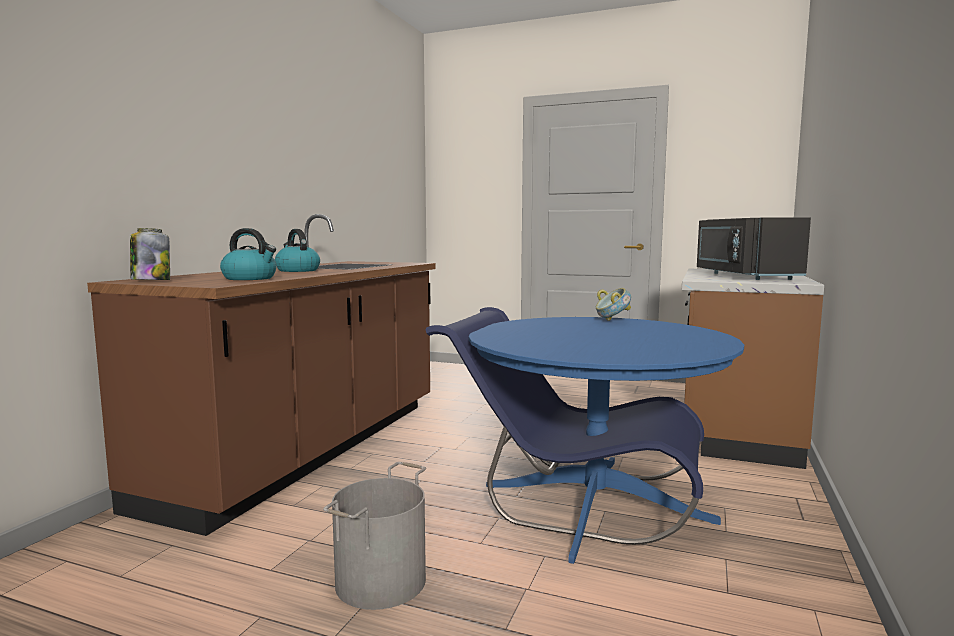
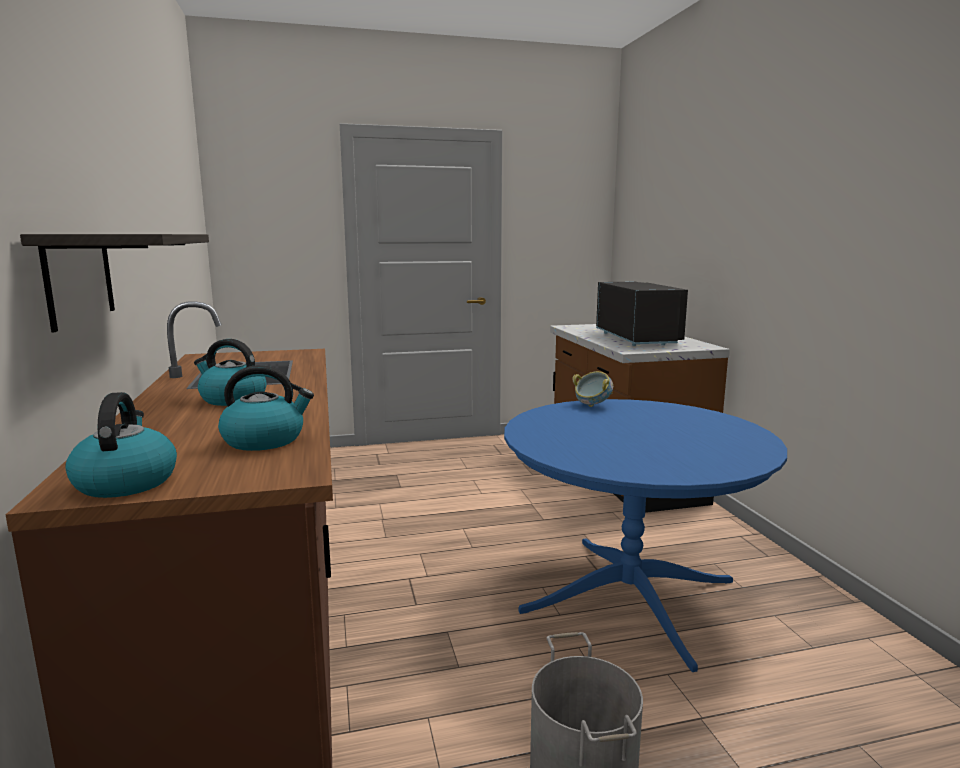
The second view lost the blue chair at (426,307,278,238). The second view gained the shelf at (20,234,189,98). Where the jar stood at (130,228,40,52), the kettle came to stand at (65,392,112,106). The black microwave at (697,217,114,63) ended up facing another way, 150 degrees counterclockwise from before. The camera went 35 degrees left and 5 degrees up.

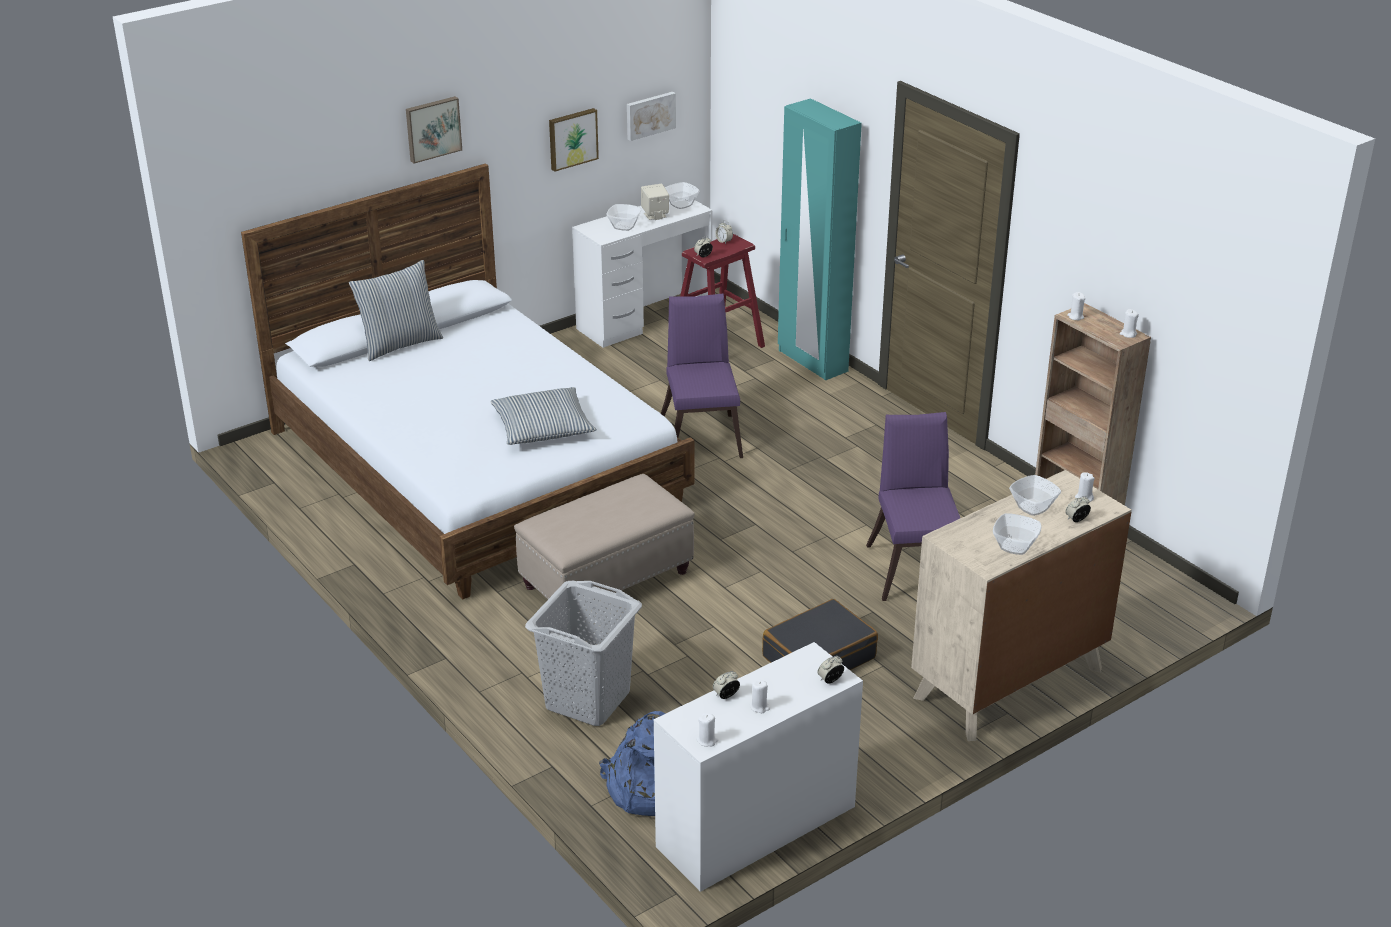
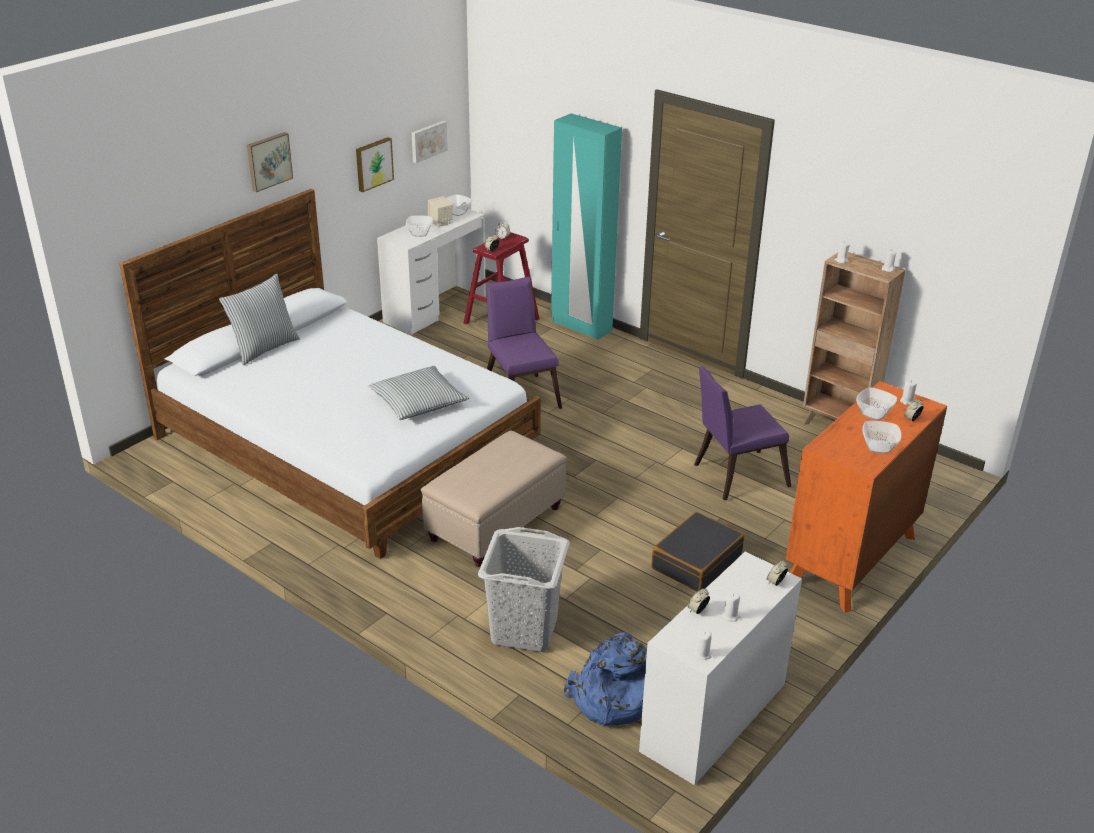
What was the beige dresser at (911,470,221,271) turned into the orange dresser at (786,381,161,232). The purple chair at (866,412,94,189) ended up facing another way, 90 degrees counterclockwise from before. The camera went 15 degrees left and 0 degrees up.

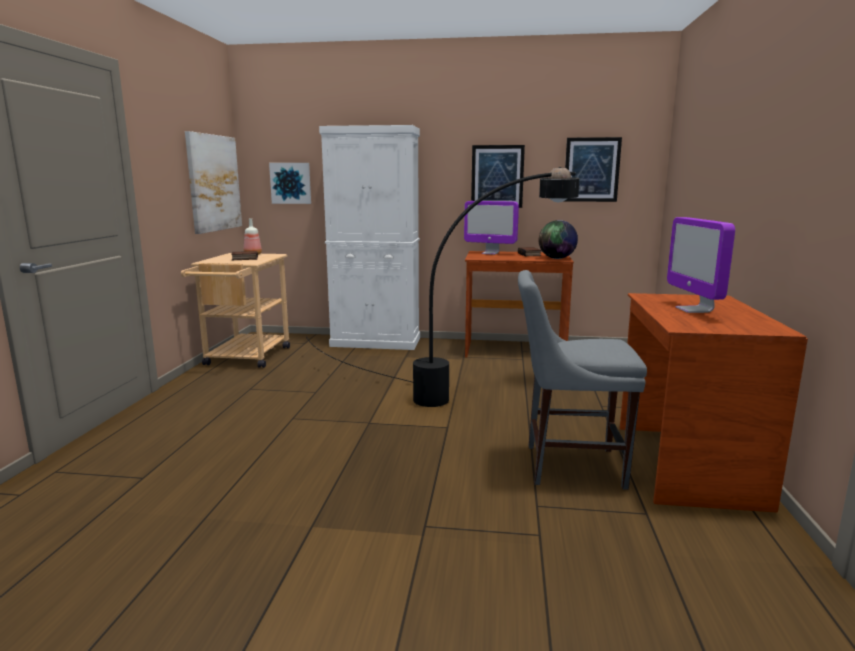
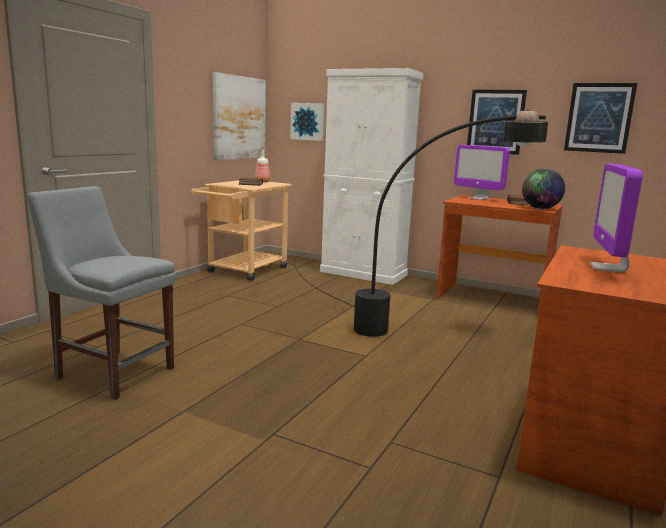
The grey chair ended up elsewhere, having gone from (518,270,129,220) to (28,186,148,214). The camera went 20 degrees right and 0 degrees up.

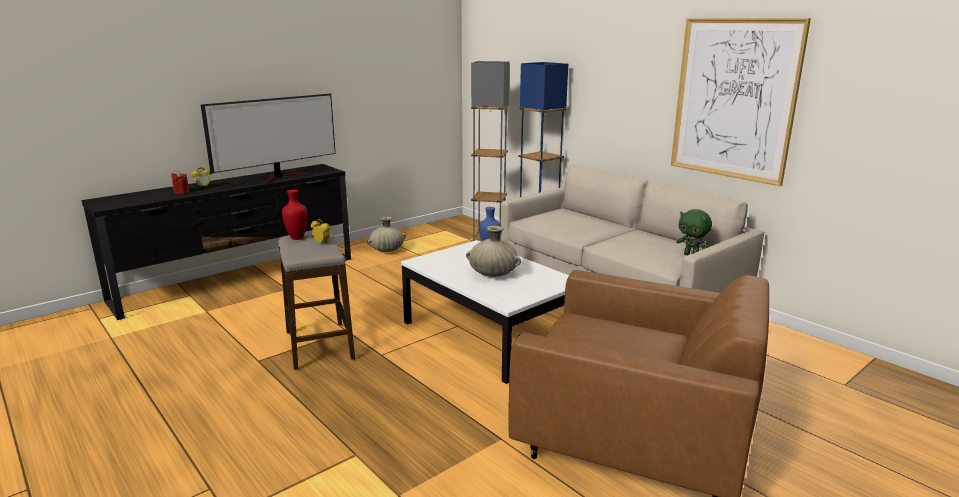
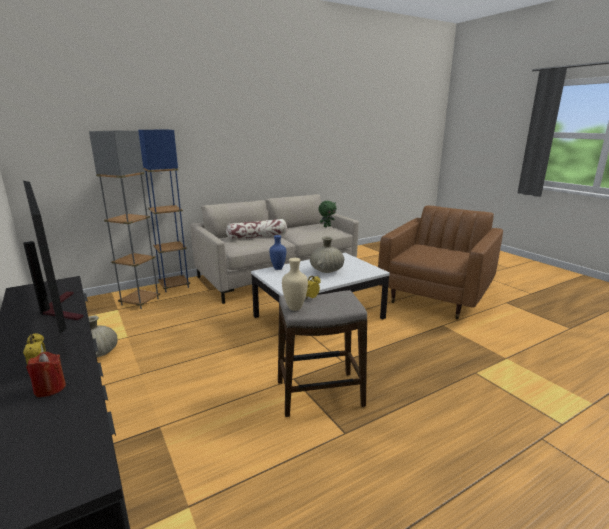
The second view lost the picture at (671,18,140,168). The second view gained the pillow at (226,219,61,21). What was the red vase at (282,189,26,51) turned into the beige vase at (282,258,26,53). The camera went 80 degrees left and 0 degrees up.

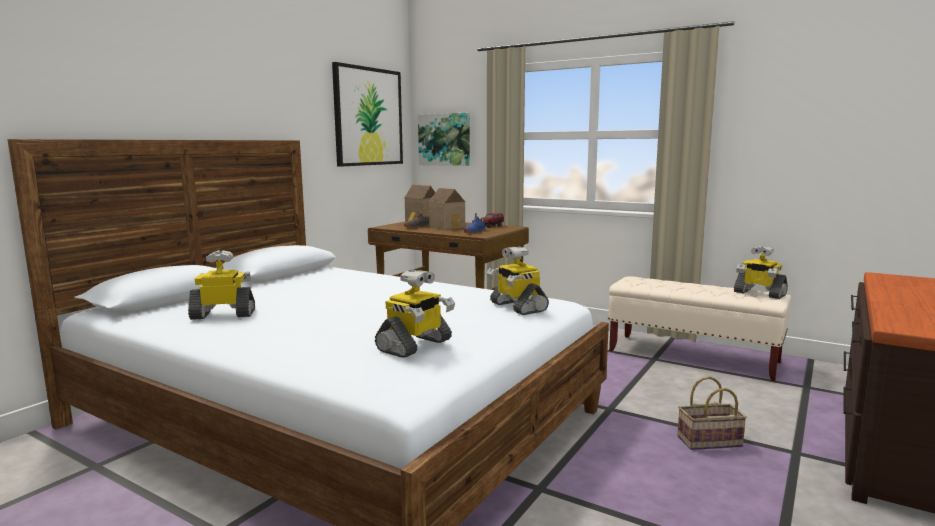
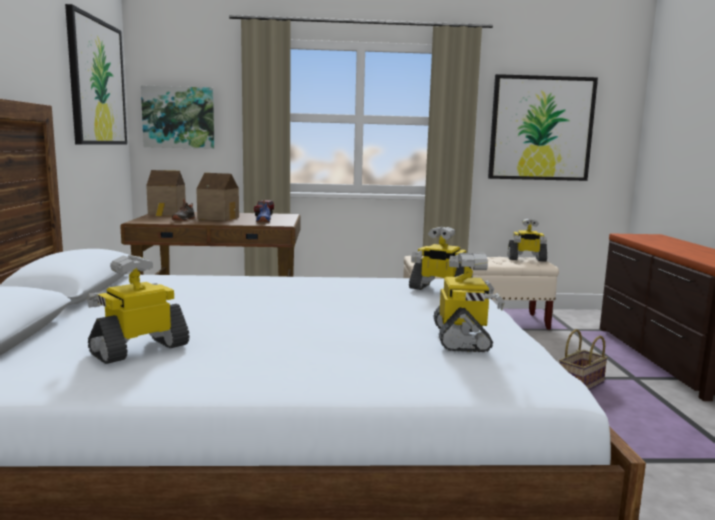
The second view gained the picture at (488,74,110,107). The camera went 35 degrees left and 0 degrees up.

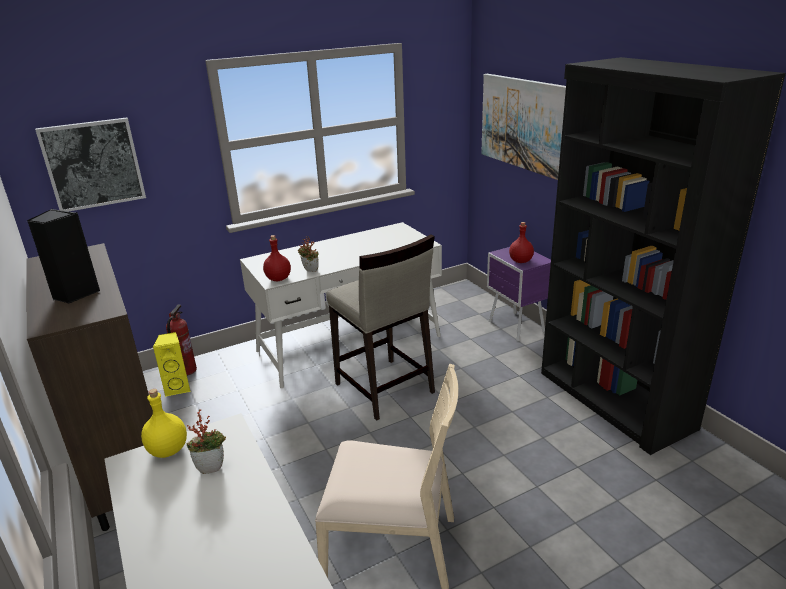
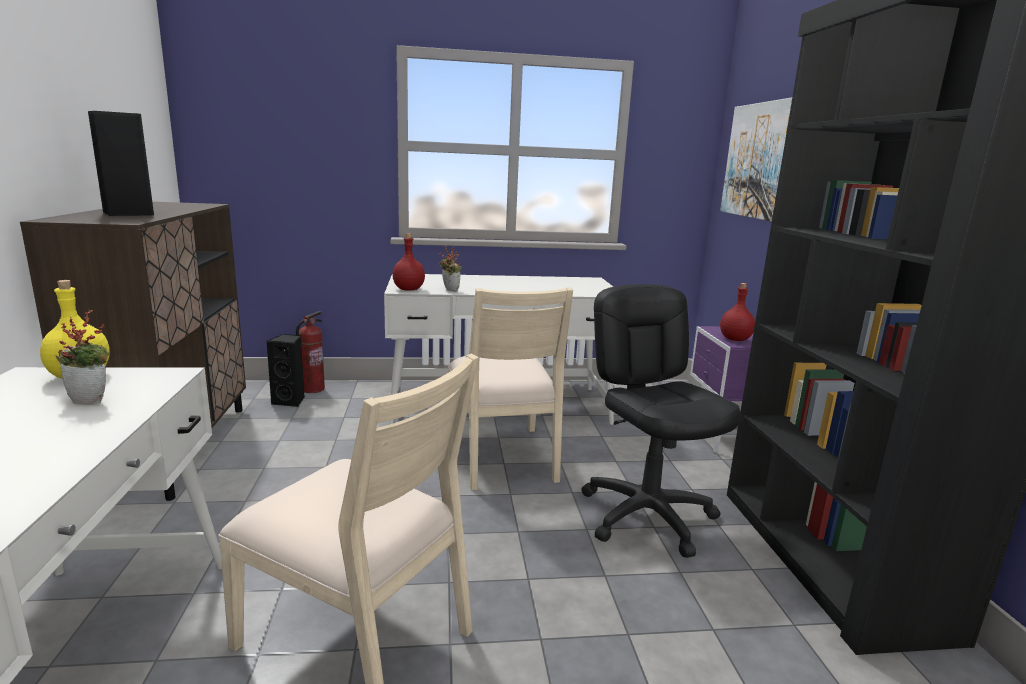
The second view lost the picture at (35,117,111,95). The second view gained the black office chair at (581,284,160,274). Where the beige stool stood at (327,234,108,187), the beige chair came to stand at (448,287,125,203). What was the yellow speaker at (153,332,38,65) turned into the black speaker at (266,334,38,73). The camera went 20 degrees right and 10 degrees down.

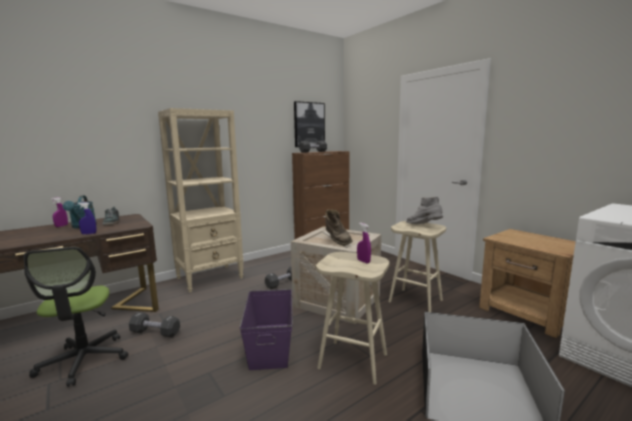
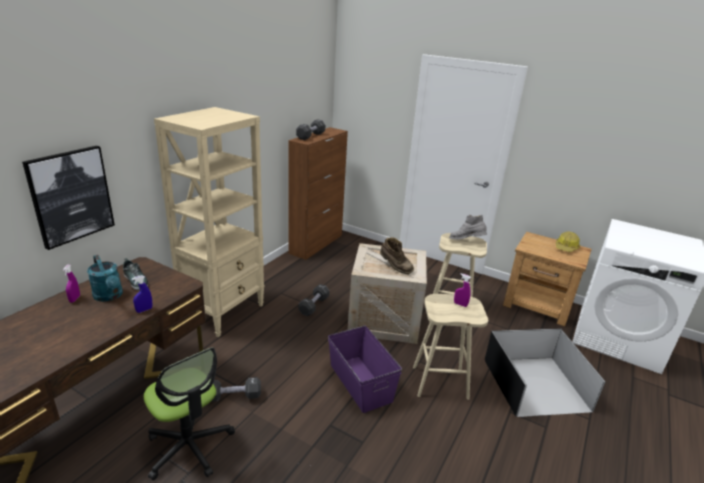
The second view gained the hard hat at (556,232,24,20). The picture ended up elsewhere, having gone from (294,101,31,46) to (22,146,93,104). The camera went 25 degrees left and 15 degrees up.

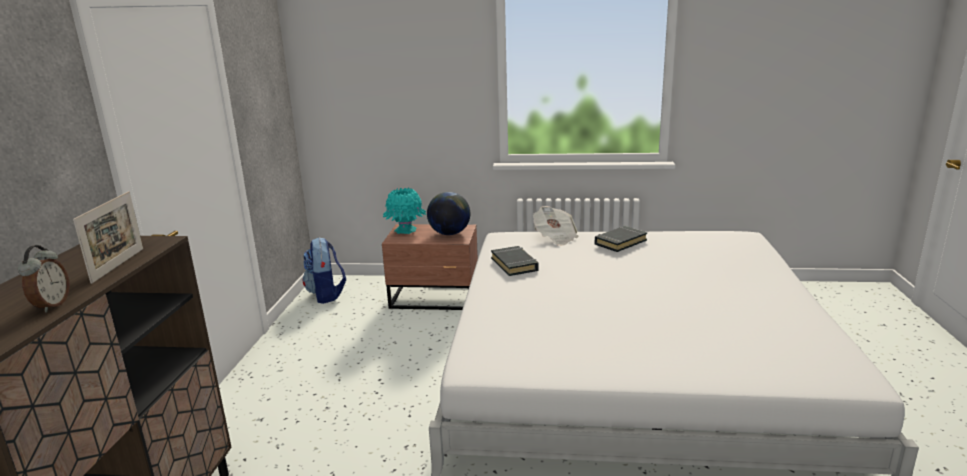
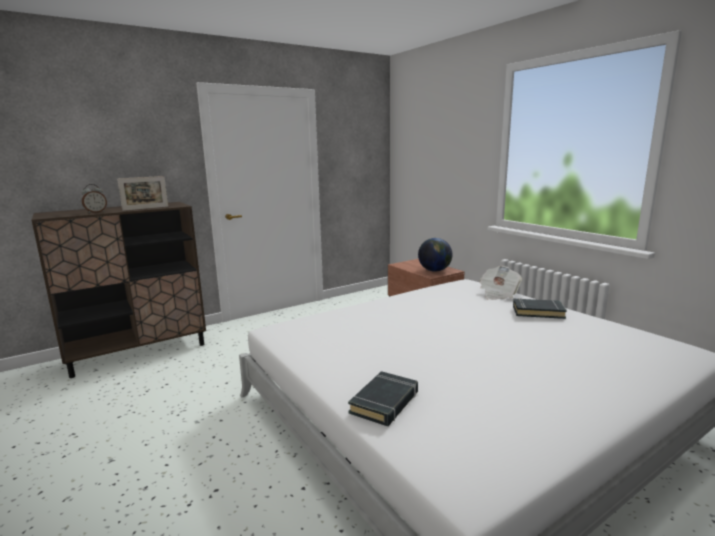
The second view lost the backpack at (303,237,43,67). The second view lost the turquoise vase at (383,188,43,46). The black book ended up elsewhere, having gone from (491,246,47,30) to (348,371,70,55). The camera went 50 degrees right and 5 degrees down.

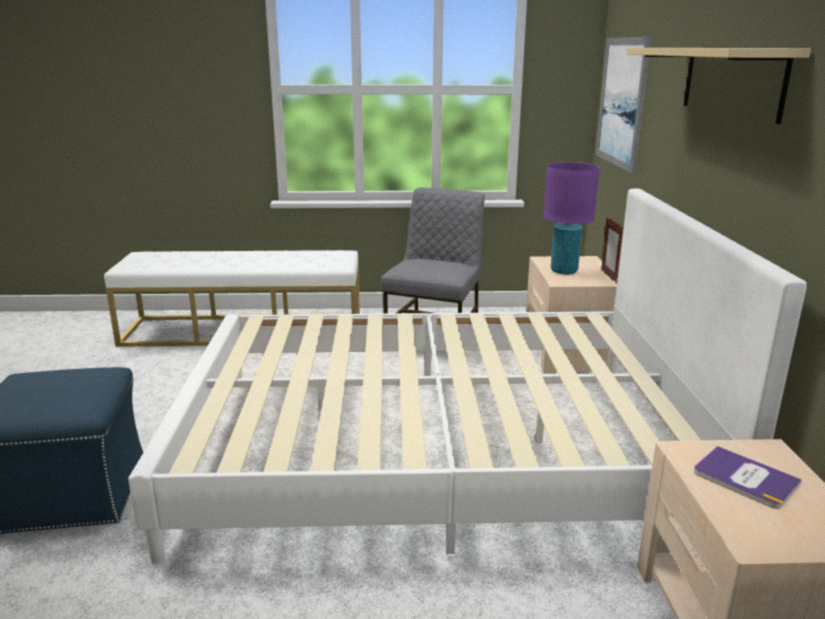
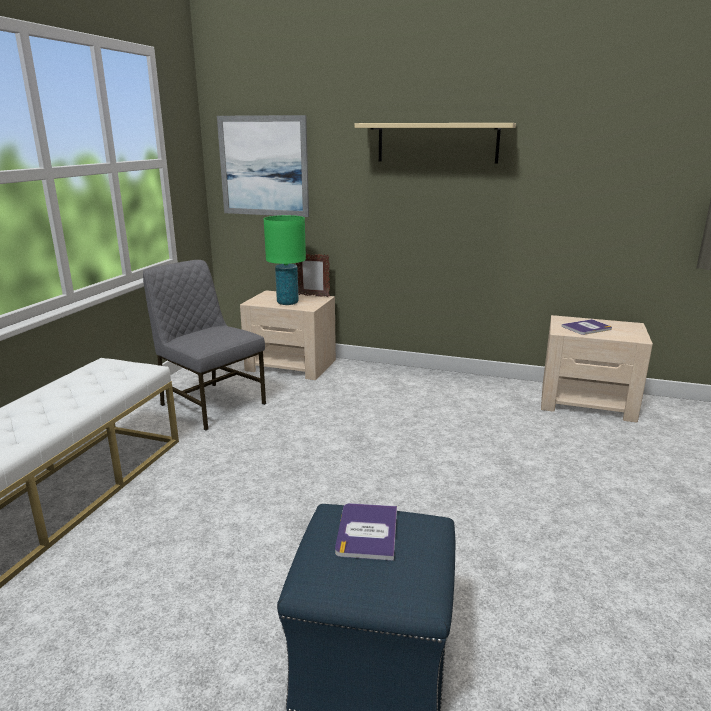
The second view lost the white bed at (128,188,679,376). The second view gained the book at (335,503,62,58). What was the purple table lamp at (544,162,56,113) turned into the green table lamp at (263,215,43,90). The camera went 70 degrees left and 0 degrees up.

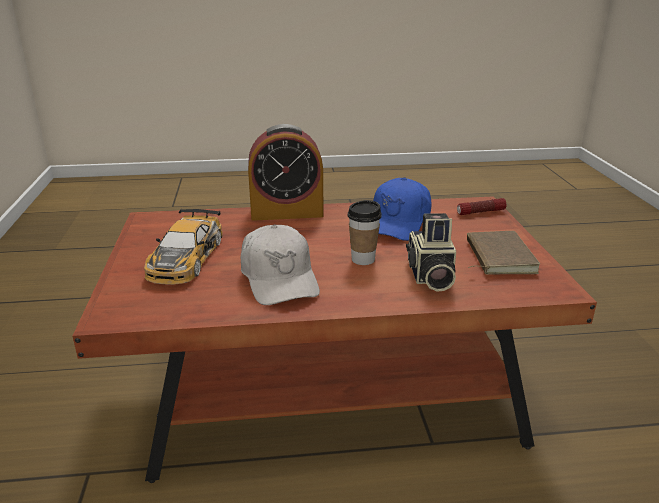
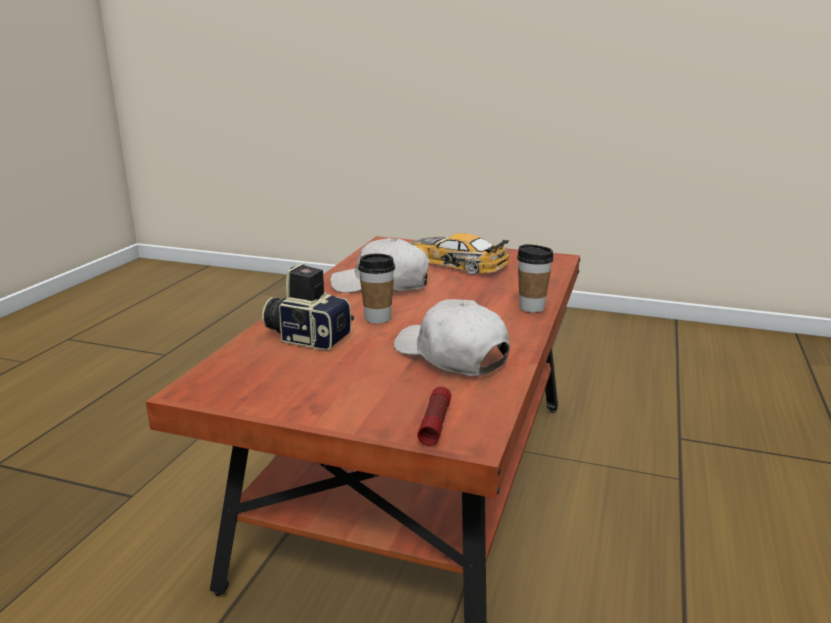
The second view lost the brown book at (467,231,73,44). Where the alarm clock stood at (248,124,75,97), the cup came to stand at (517,244,37,69). What was the blue cap at (373,177,59,64) turned into the white cap at (394,299,116,77). The camera went 115 degrees right and 5 degrees down.

